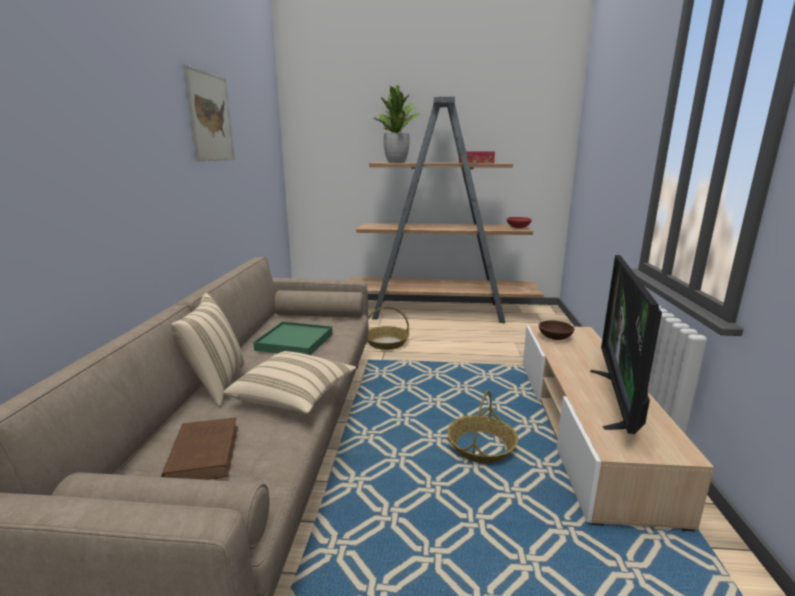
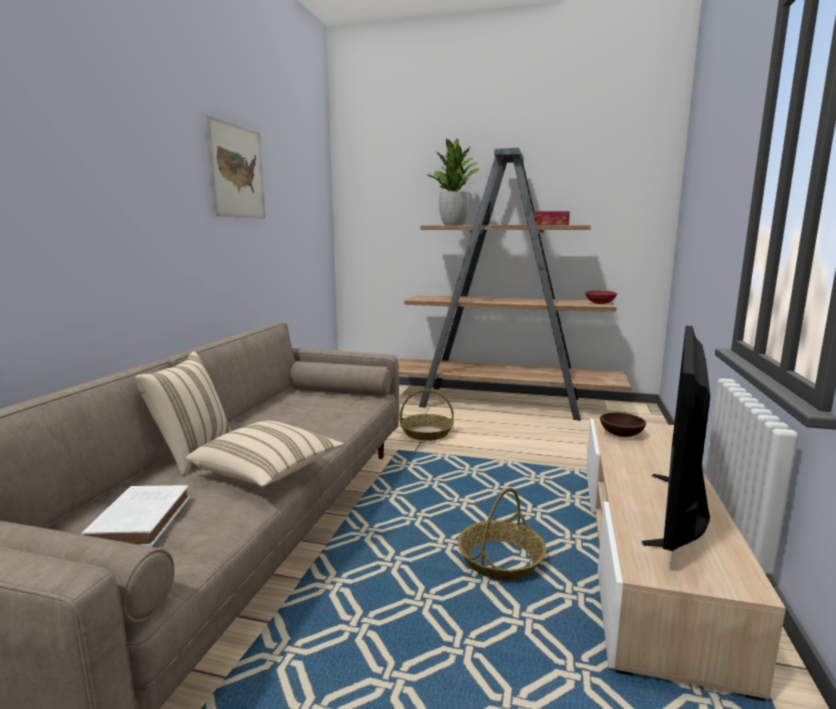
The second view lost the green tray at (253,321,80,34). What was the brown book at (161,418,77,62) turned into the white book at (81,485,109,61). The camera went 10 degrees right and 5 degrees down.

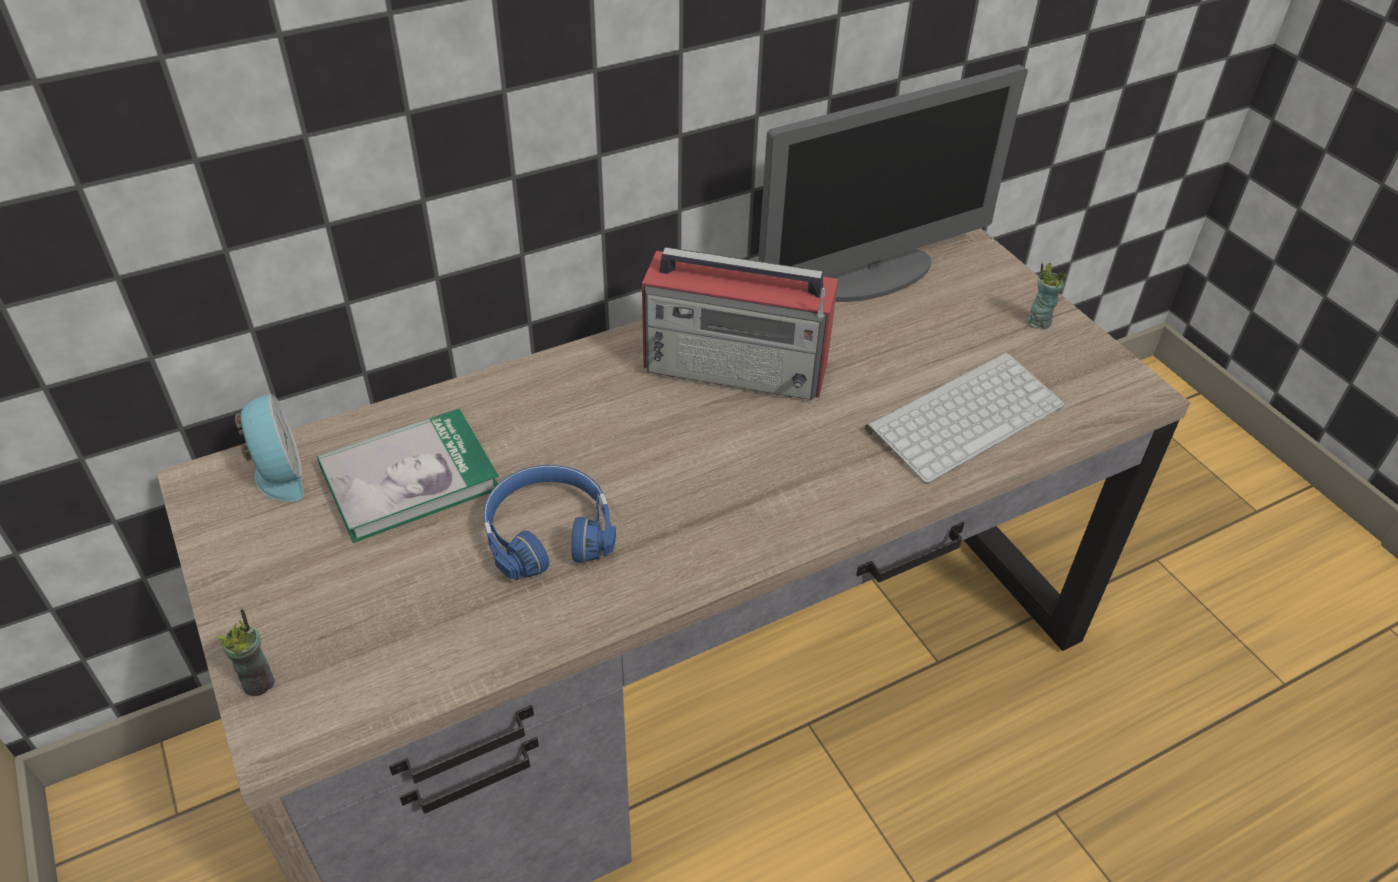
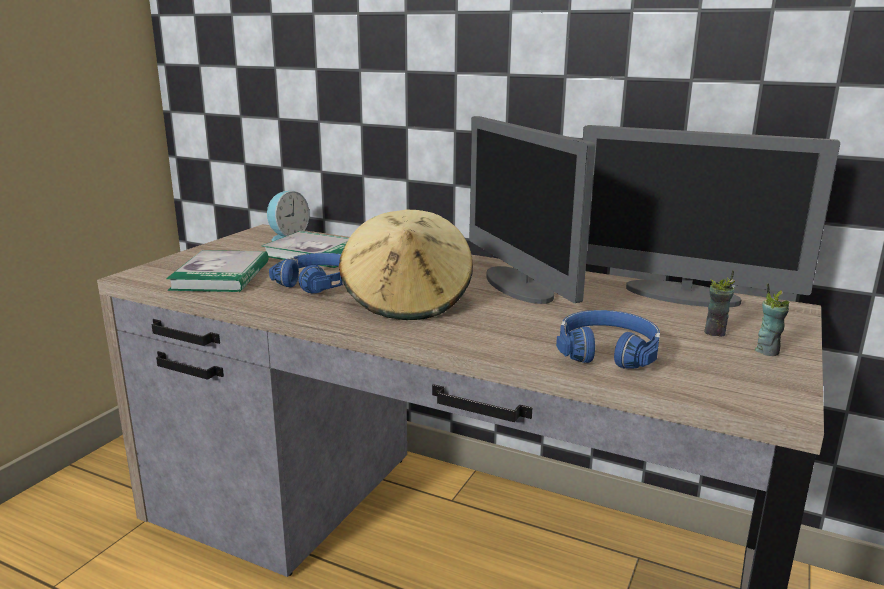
The second view gained the book at (166,250,103,42). The second view gained the beige hat at (339,210,134,110). The cup ended up elsewhere, having gone from (216,609,59,87) to (704,270,31,67). Where the radio stood at (642,247,196,153), the monitor came to stand at (469,116,126,188). Where the keyboard stood at (864,353,201,131), the blue headphones came to stand at (556,310,104,59). The camera went 55 degrees right and 25 degrees down.

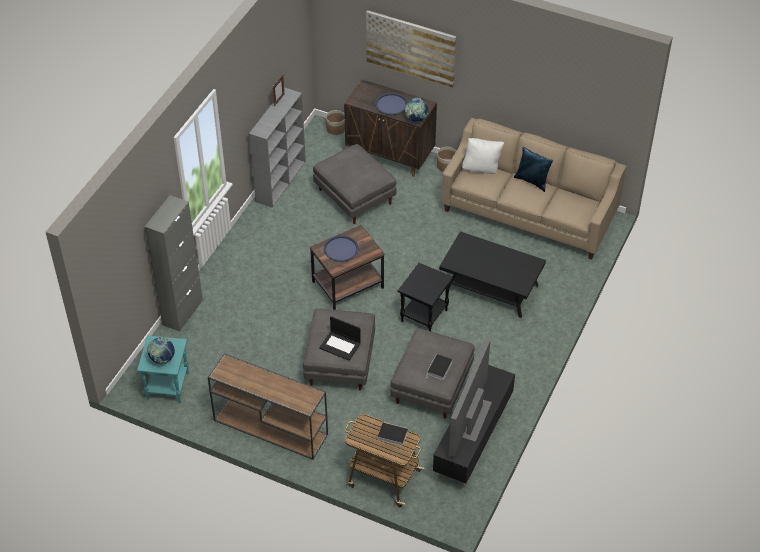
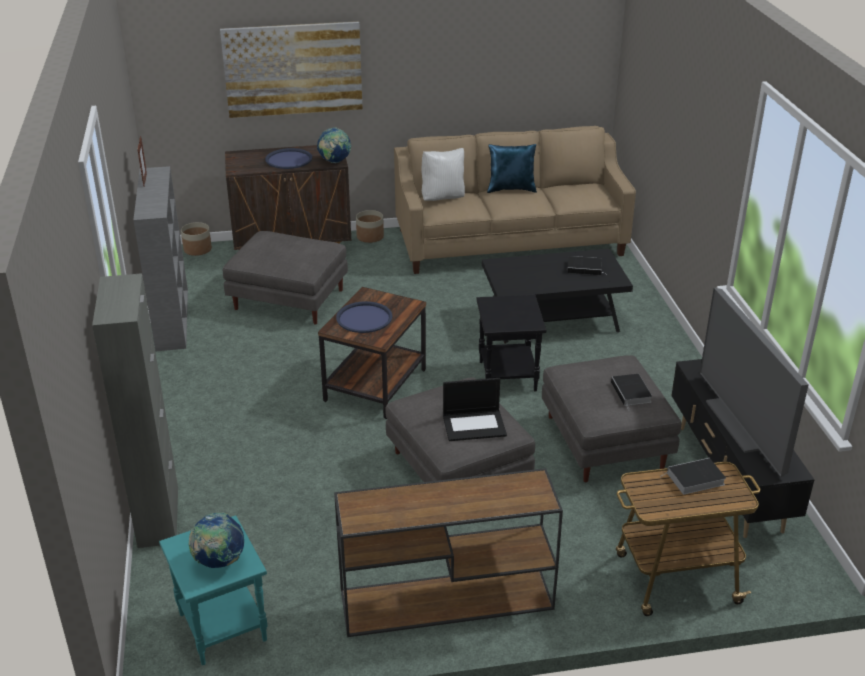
The second view gained the book at (567,256,41,19). The camera went 35 degrees left and 15 degrees down.

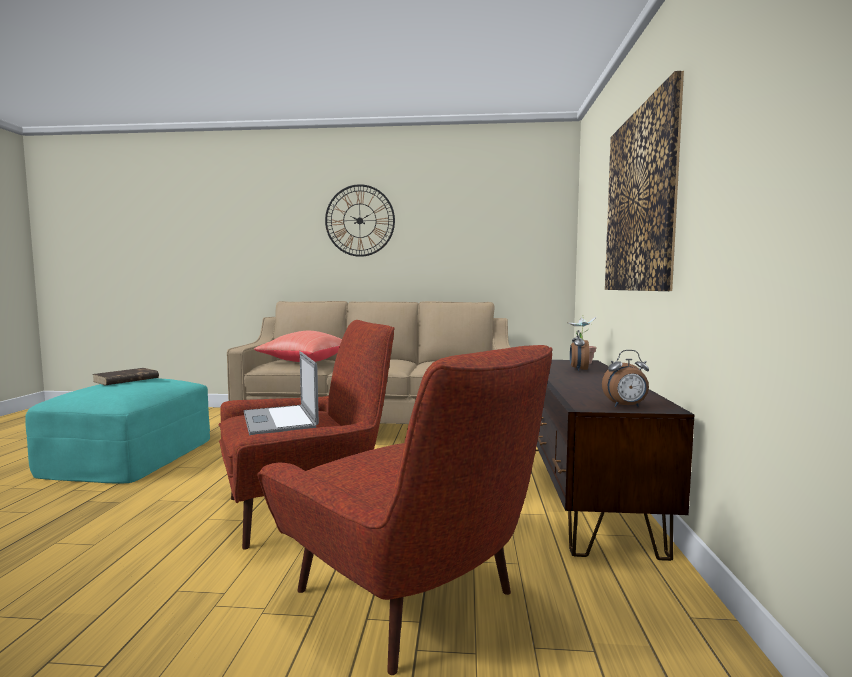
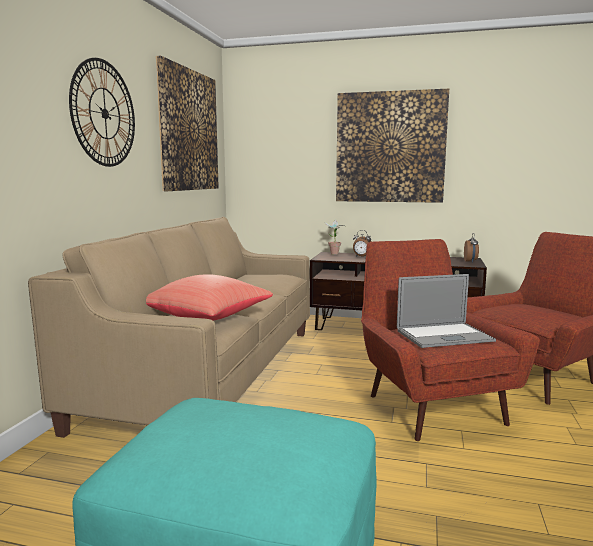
The second view lost the brown book at (92,368,67,17). The second view gained the picture at (156,55,63,137). The camera went 80 degrees left and 5 degrees up.

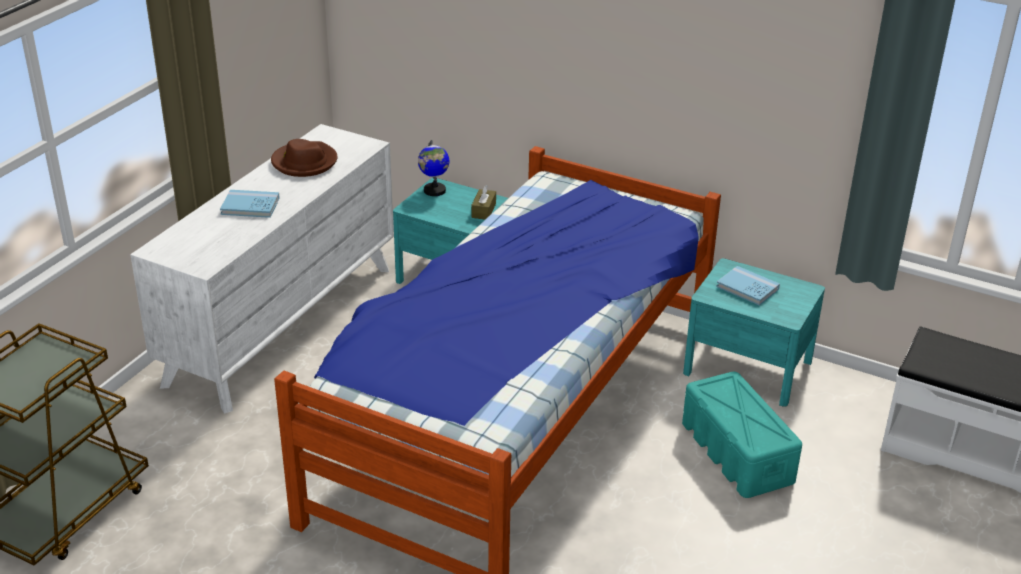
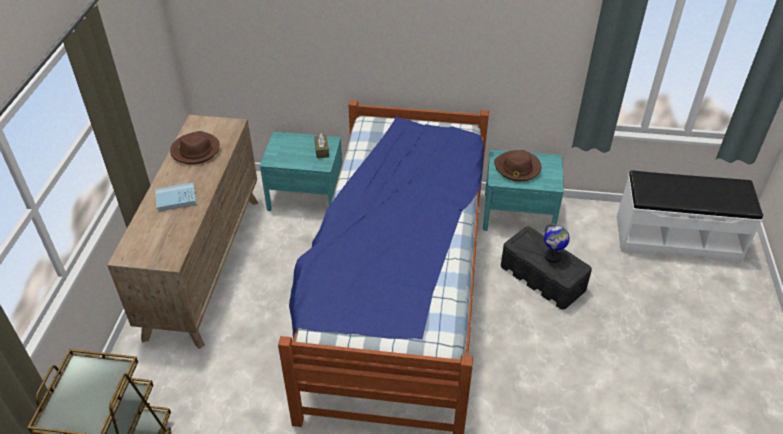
The globe ended up elsewhere, having gone from (418,140,31,56) to (544,223,26,40). Where the blue book stood at (716,266,64,40), the brown hat came to stand at (494,150,47,31). What was the white dresser at (130,124,264,289) turned into the brown dresser at (107,115,151,234). What was the turquoise storage box at (682,372,120,126) turned into the black storage box at (501,226,91,84). The camera went 20 degrees left and 10 degrees up.

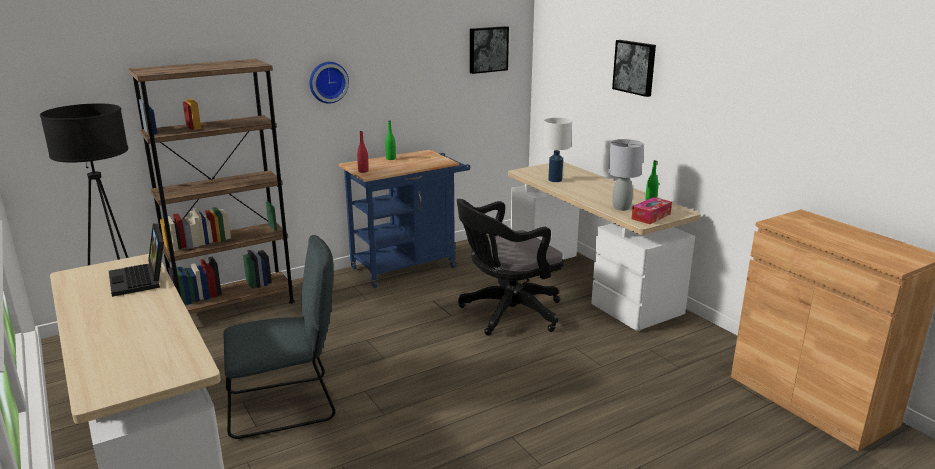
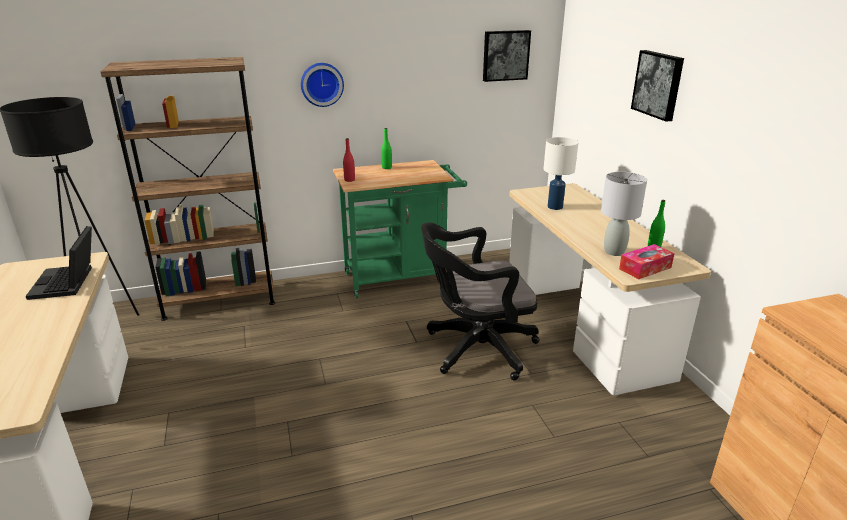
The second view lost the grey chair at (223,235,112,204). What was the blue cart at (339,149,131,139) turned into the green cart at (333,160,134,138). The camera went 15 degrees right and 5 degrees up.

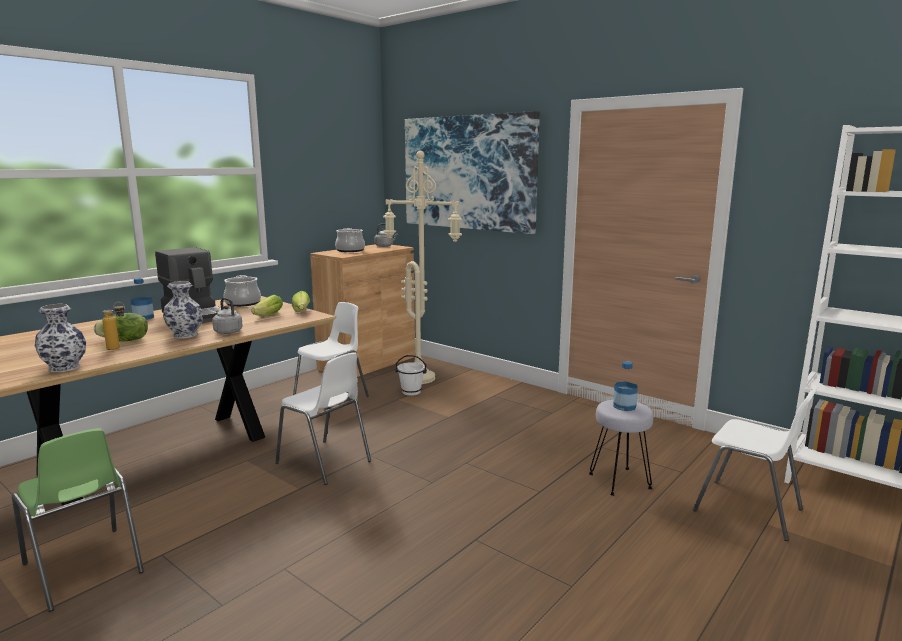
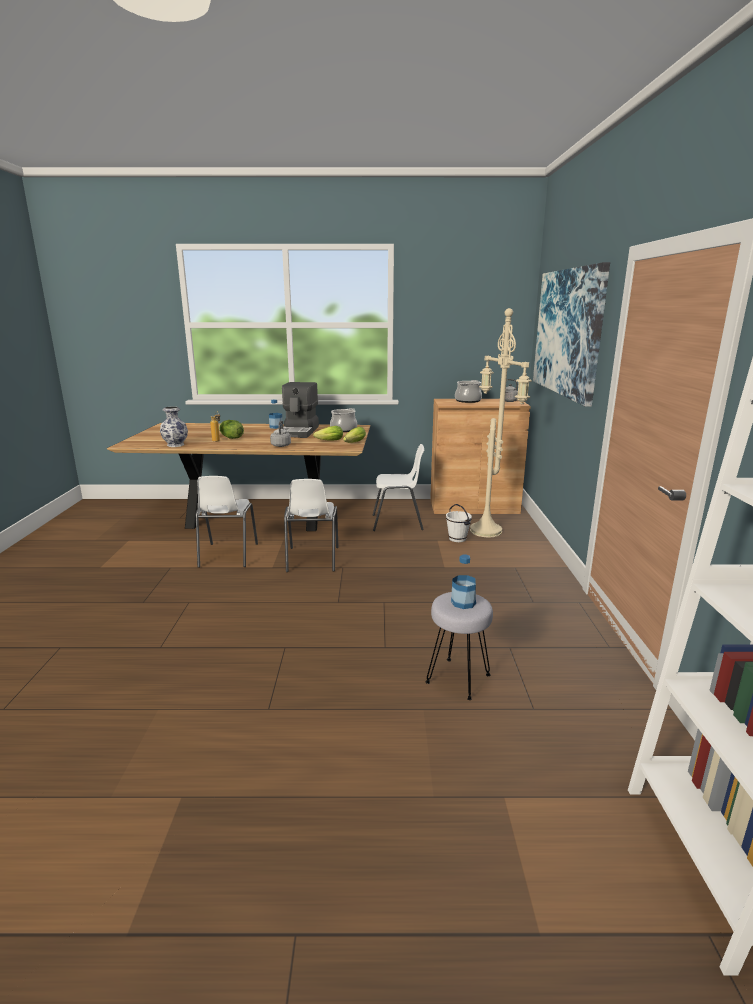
The second view lost the green chair at (12,428,132,184). The second view lost the vase at (163,281,40,58). The white chair ended up elsewhere, having gone from (693,385,126,156) to (196,476,62,92). The camera went 50 degrees right and 5 degrees up.

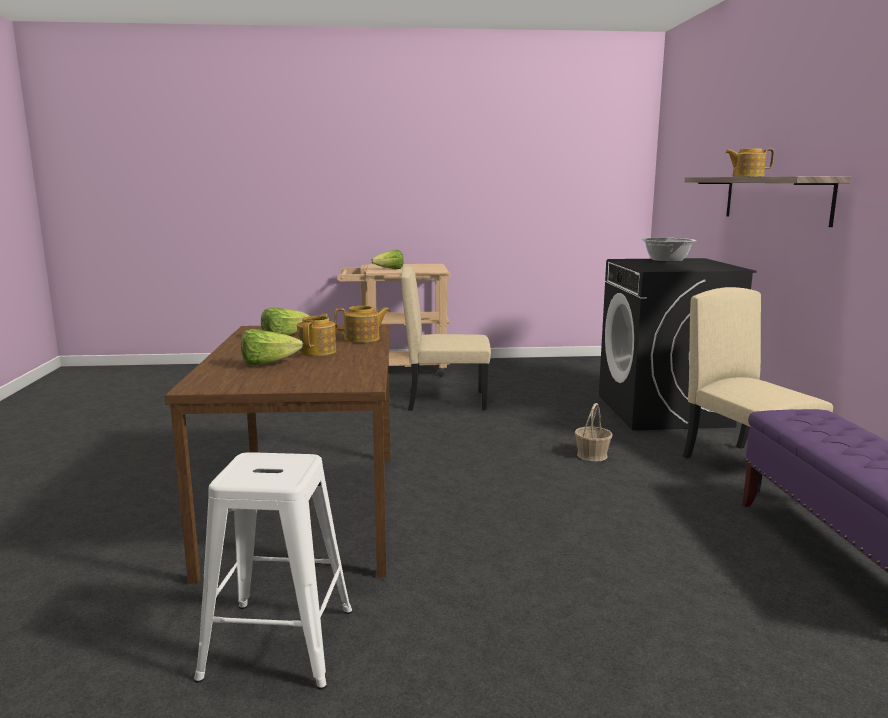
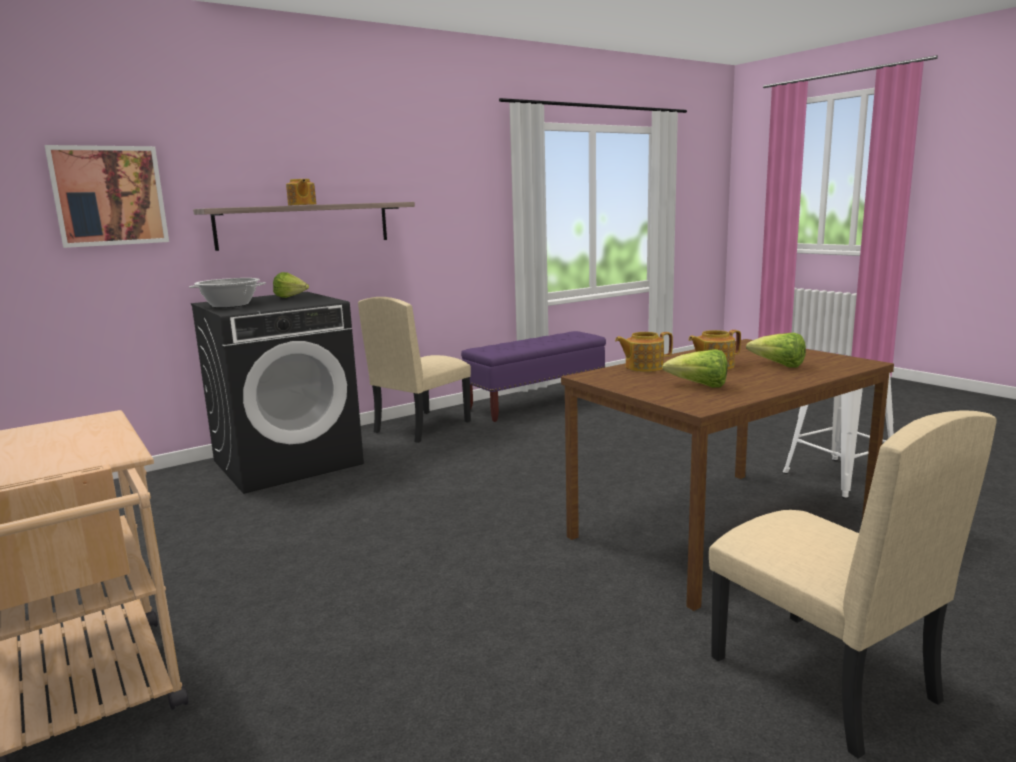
The second view lost the basket at (575,403,37,58). The second view gained the picture at (44,145,125,103). The lettuce ended up elsewhere, having gone from (371,250,33,19) to (273,272,36,26). The beige chair ended up elsewhere, having gone from (401,266,90,145) to (709,410,288,349). The teapot at (334,306,56,37) ended up facing another way, 60 degrees counterclockwise from before. The camera went 120 degrees left and 0 degrees up.

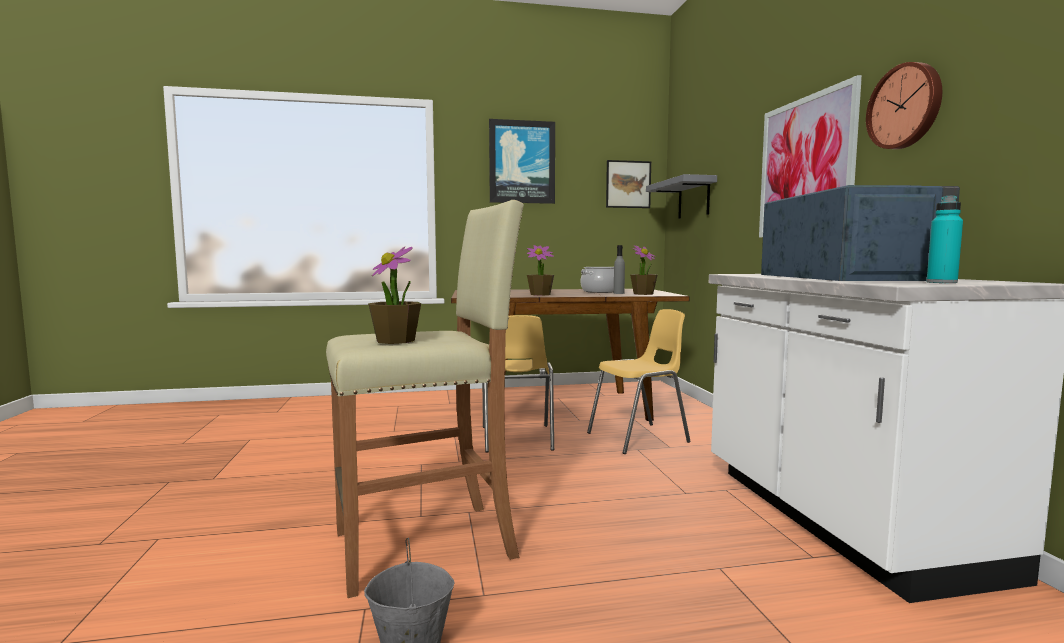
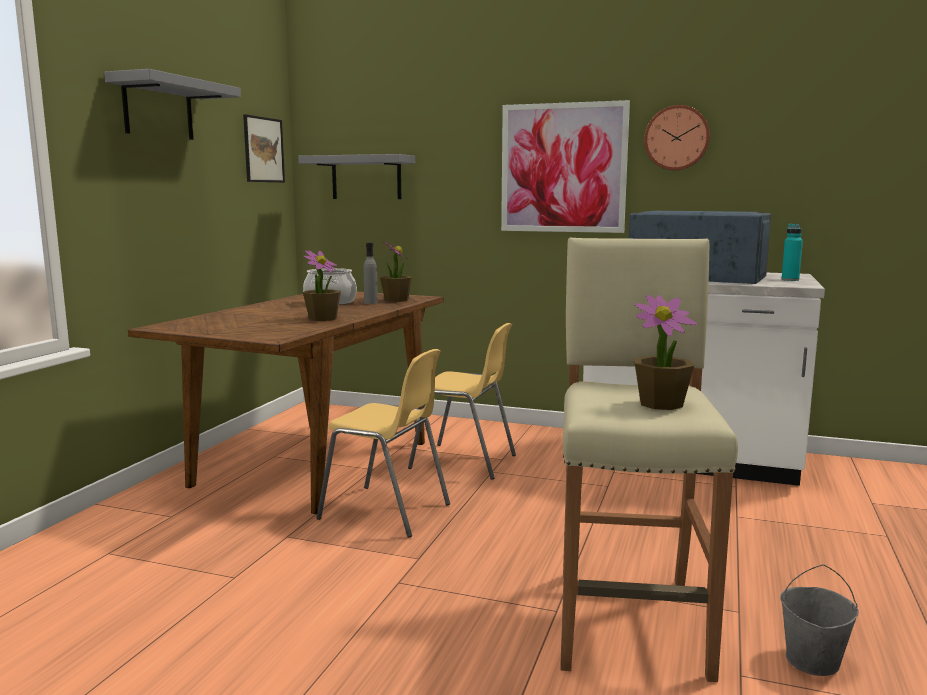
Where the picture hung at (489,119,66,85), the grey shelf came to hang at (104,69,137,71). The yellow chair at (587,309,104,145) ended up facing another way, 105 degrees clockwise from before. The camera went 60 degrees left and 5 degrees up.

